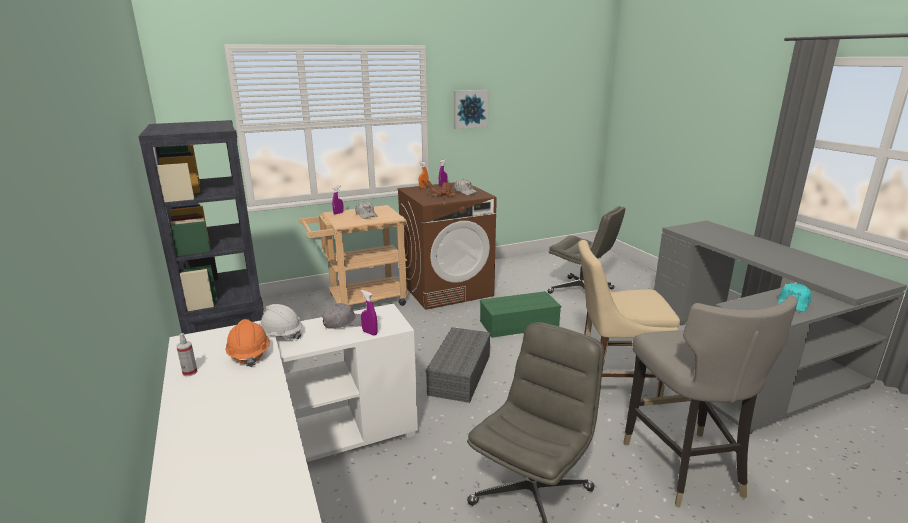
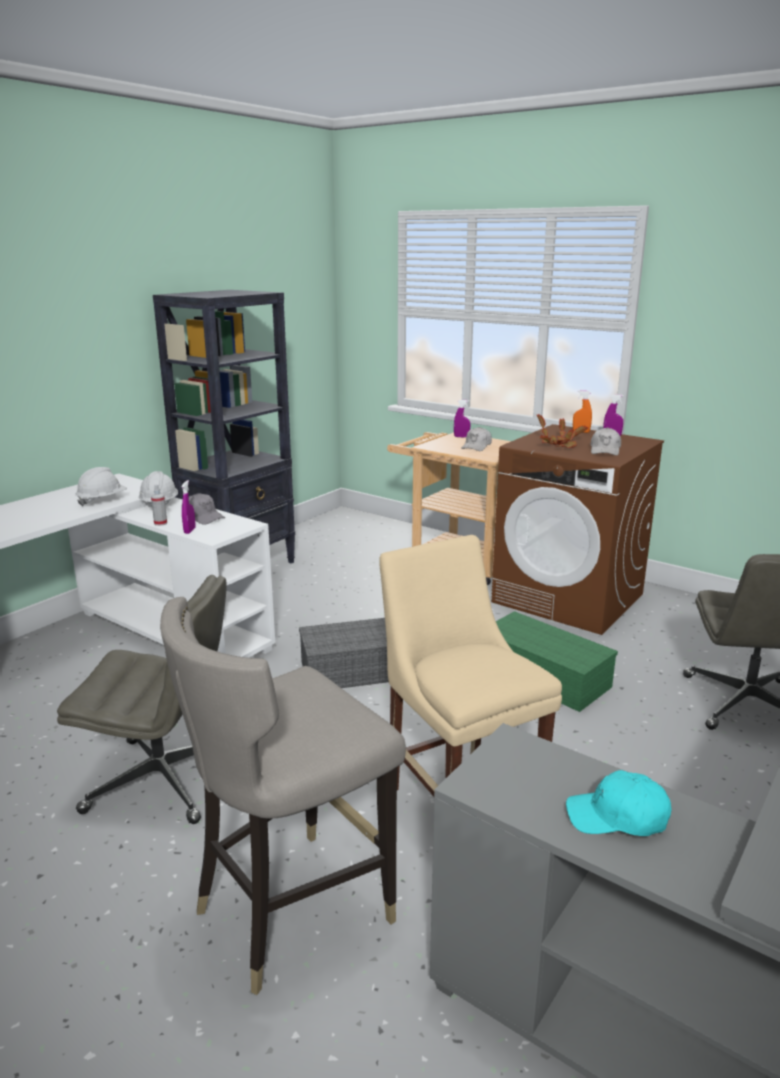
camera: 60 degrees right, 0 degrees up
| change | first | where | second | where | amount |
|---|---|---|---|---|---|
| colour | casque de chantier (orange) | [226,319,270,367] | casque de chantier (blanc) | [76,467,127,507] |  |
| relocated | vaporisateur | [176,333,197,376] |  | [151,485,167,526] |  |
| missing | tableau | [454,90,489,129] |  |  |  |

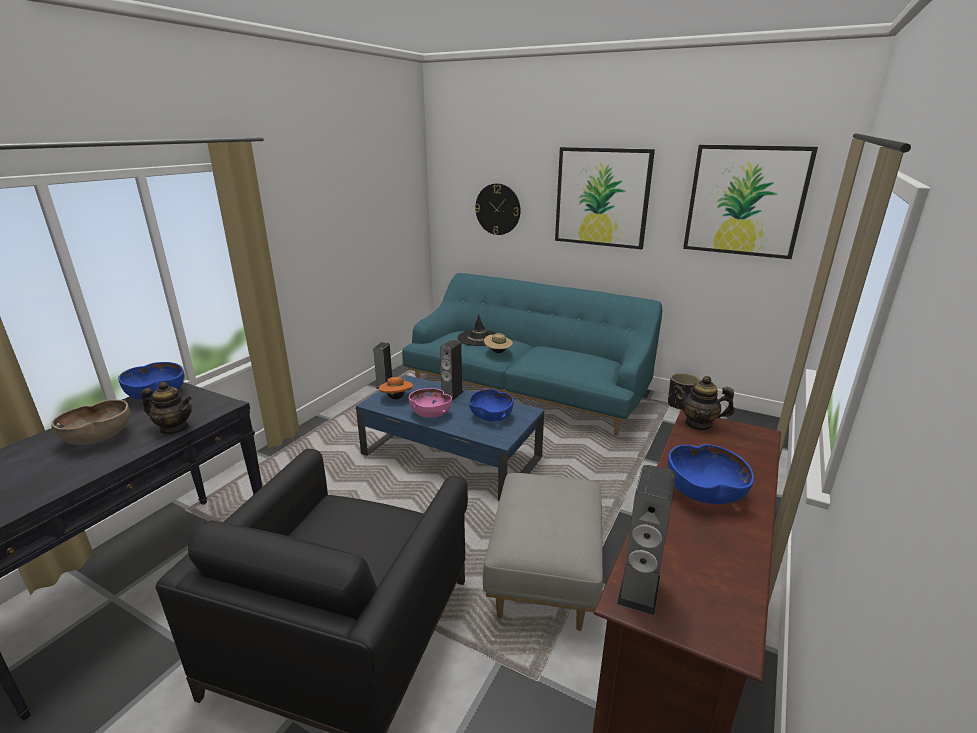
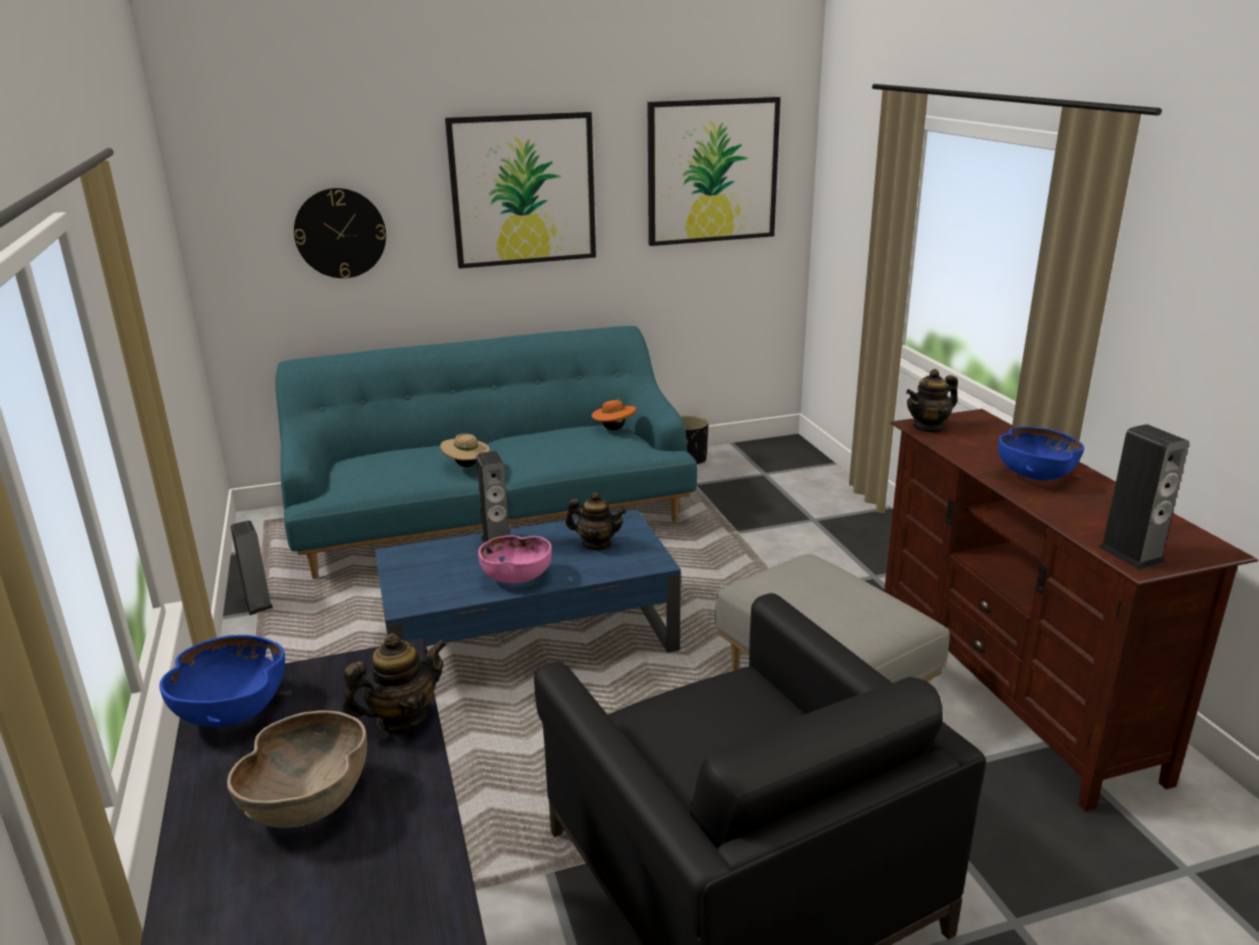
camera: 45 degrees left, 0 degrees up
| change | first | where | second | where | amount |
|---|---|---|---|---|---|
| exchanged | bol (bleu) | [469,389,513,421] | théière | [565,492,626,550] |  |
| relocated | chapeau (orange) | [379,376,413,399] |  | [592,397,636,430] |  |
| missing | chapeau (noir) | [458,314,496,346] |  |  |  |

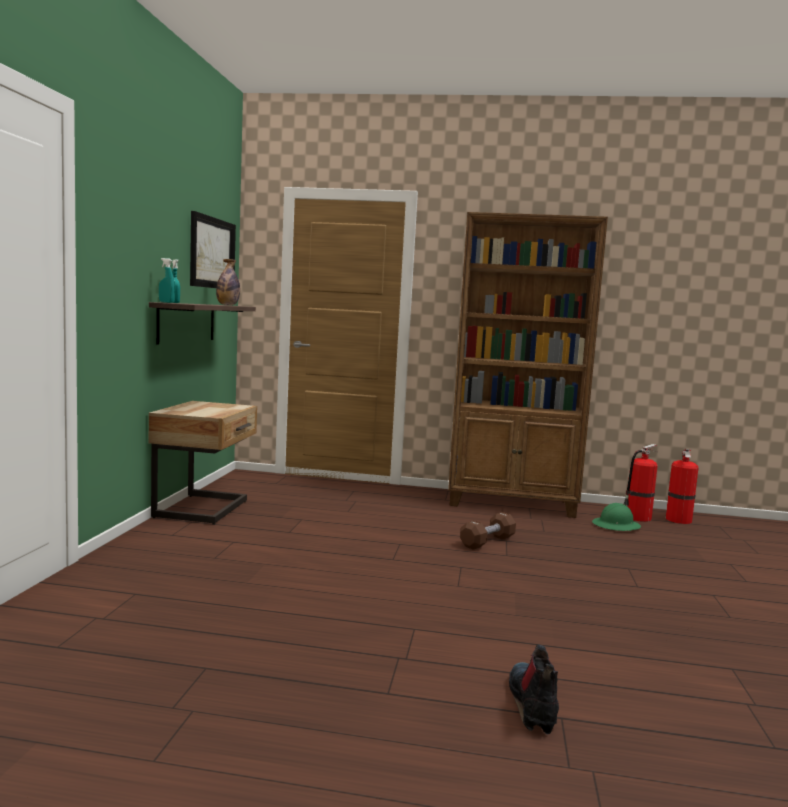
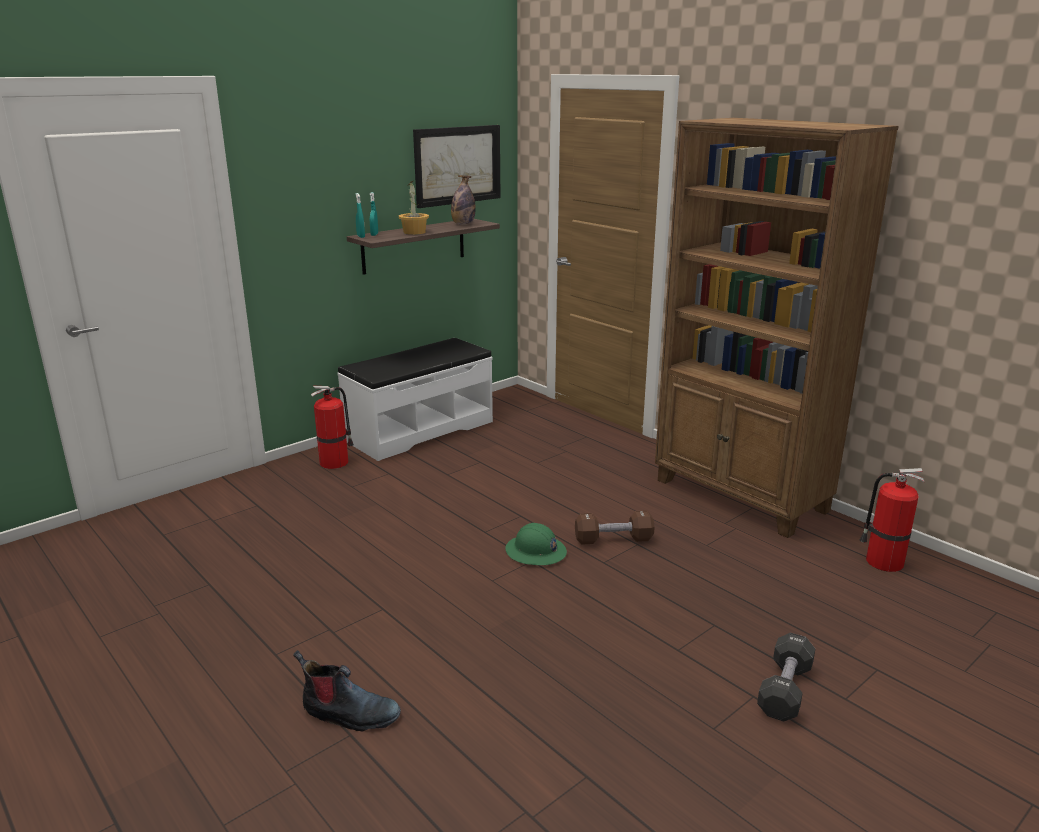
camera: 40 degrees right, 15 degrees up
| change | first | where | second | where | amount |
|---|---|---|---|---|---|
| spun | botte | [509,645,559,734] |  | [293,650,401,732] | 60 degrees clockwise |
| relocated | extincteur | [666,449,698,524] |  | [311,386,354,469] |  |
| exchanged | table de chevet (beige) | [149,401,257,525] | banc (blanc) | [337,338,493,461] |  |
| appeared |  |  | plante en pot | [398,181,429,235] |  |
| relocated | casque de chantier (vert) | [592,503,641,531] |  | [505,523,567,565] |  |
| appeared |  |  | haltère (noir) | [757,633,815,722] |  |

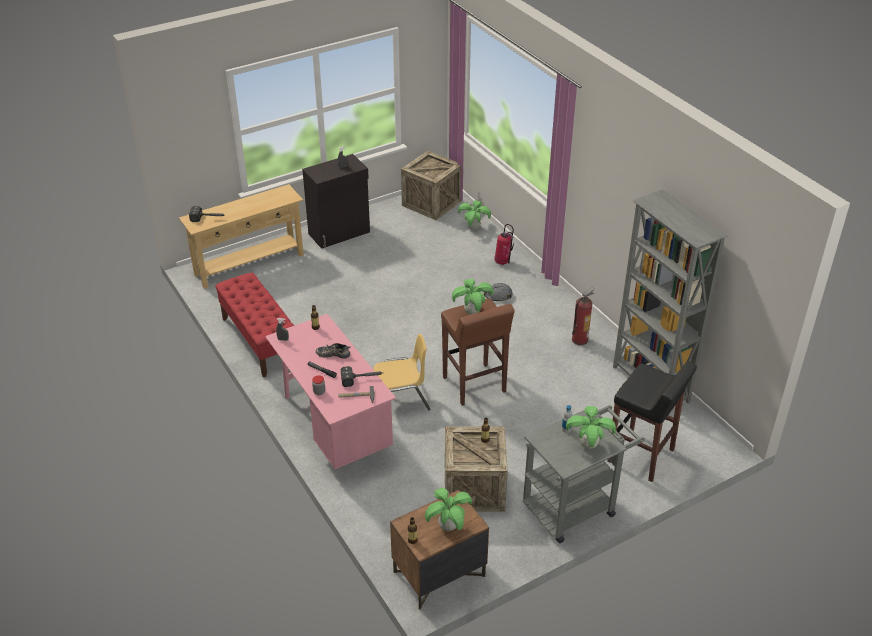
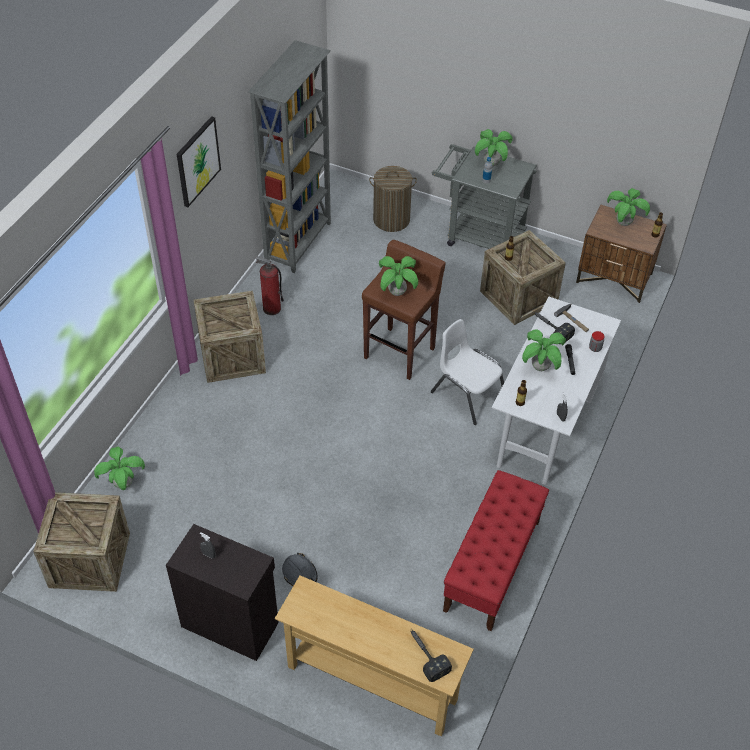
camera: 125 degrees left, 10 degrees up
| change | first | where | second | where | amount |
|---|---|---|---|---|---|
| appeared |  |  | tableau | [177,116,221,207] |  |
| appeared |  |  | caisse | [193,291,266,383] |  |
| relocated | casque de chantier (gris) | [484,283,513,302] |  | [282,553,318,586] |  |
| exchanged | tabouret (noir) | [607,361,697,482] | panier à linge | [369,166,417,232] |  |
| colour | chaise (jaune) | [373,334,430,410] | chaise (blanc) | [431,319,504,425] |  |
| colour | bureau (rose) | [265,314,396,469] | bureau (blanc) | [492,296,621,485] |  |
| exchanged | chaussure | [316,343,351,359] | plante en pot | [522,329,566,371] |  |
| missing | extincteur | [494,224,514,265] |  |  |  |

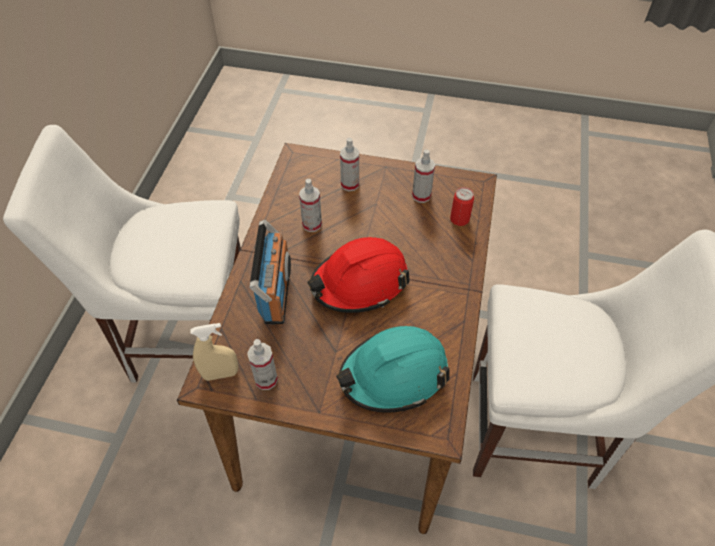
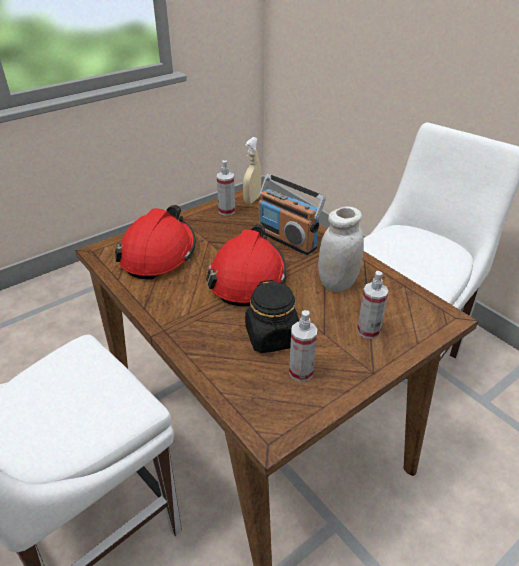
camera: 130 degrees right, 15 degrees down
| change | first | where | second | where | amount |
|---|---|---|---|---|---|
| colour | casque de chantier (turquoise) | [336,326,450,413] | casque de chantier (rouge) | [115,205,196,279] |  |
| appeared |  |  | bocal (noir) | [245,280,299,353] |  |
| exchanged | vaporisateur | [299,179,322,232] | bocal (blanc) | [318,206,364,292] |  |
| missing | boîte métallique | [450,187,474,226] |  |  |  |

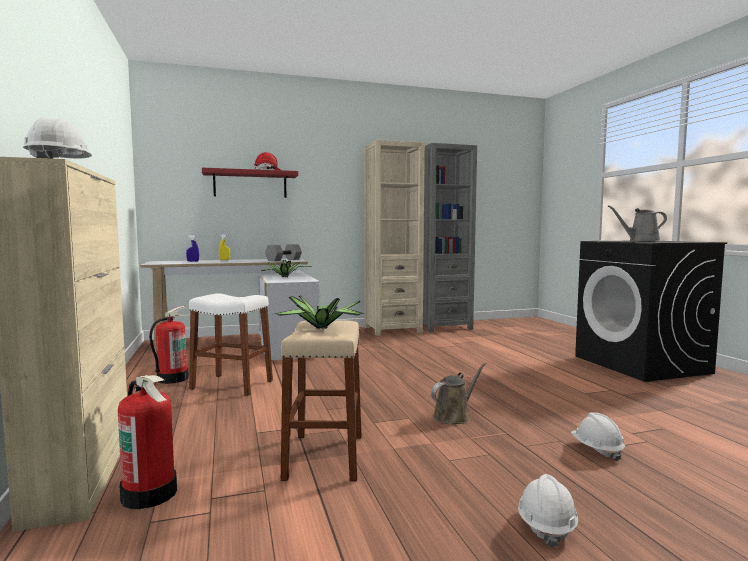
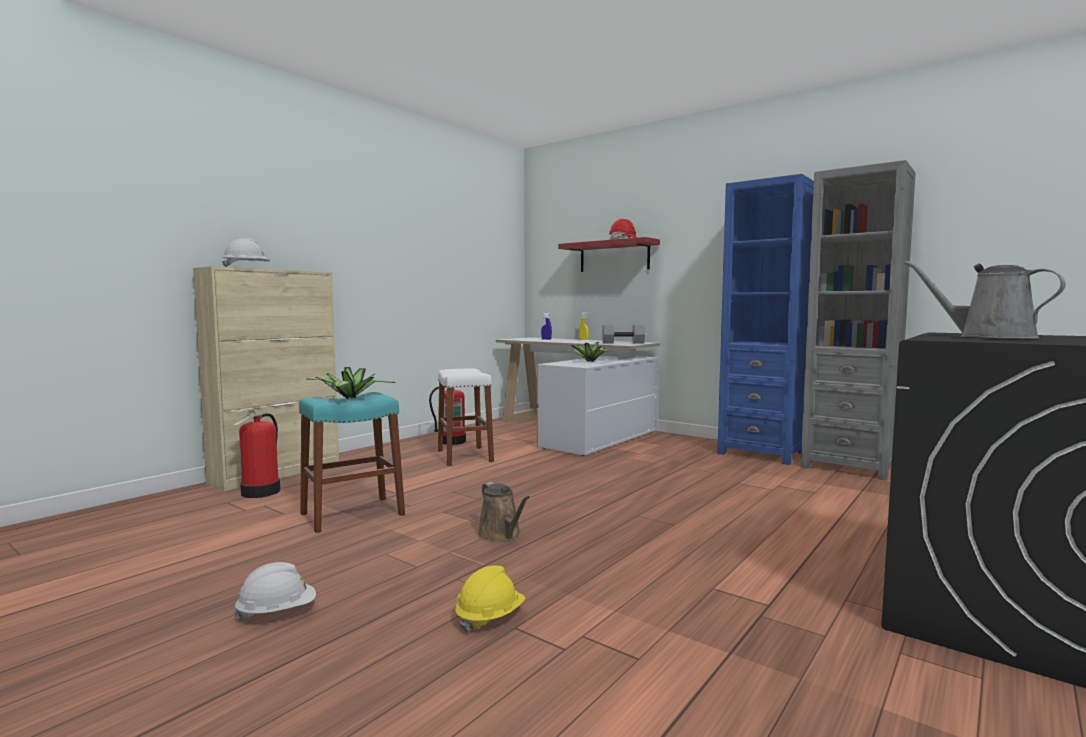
camera: 55 degrees right, 0 degrees up
| change | first | where | second | where | amount |
|---|---|---|---|---|---|
| colour | tabouret (beige) | [280,320,362,482] | tabouret (turquoise) | [299,392,405,533] |  |
| colour | casque de chantier (blanc) | [571,412,625,461] | casque de chantier (jaune) | [455,566,525,633] |  |
| spun | arrosoir (marron) | [431,362,486,424] |  | [477,482,530,542] | 45 degrees clockwise |
| colour | bibliothèque (beige) | [364,140,425,336] | bibliothèque (bleu) | [717,174,814,465] |  |

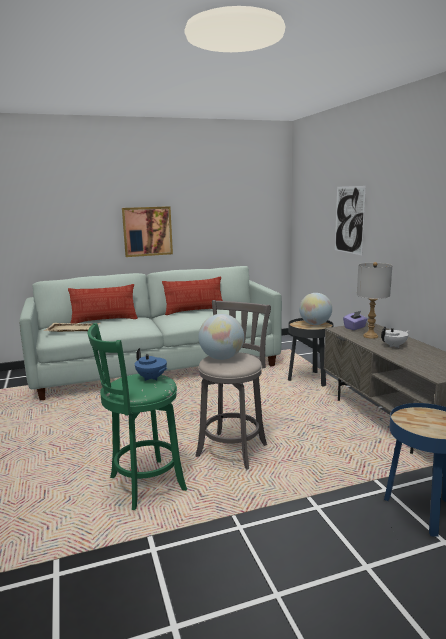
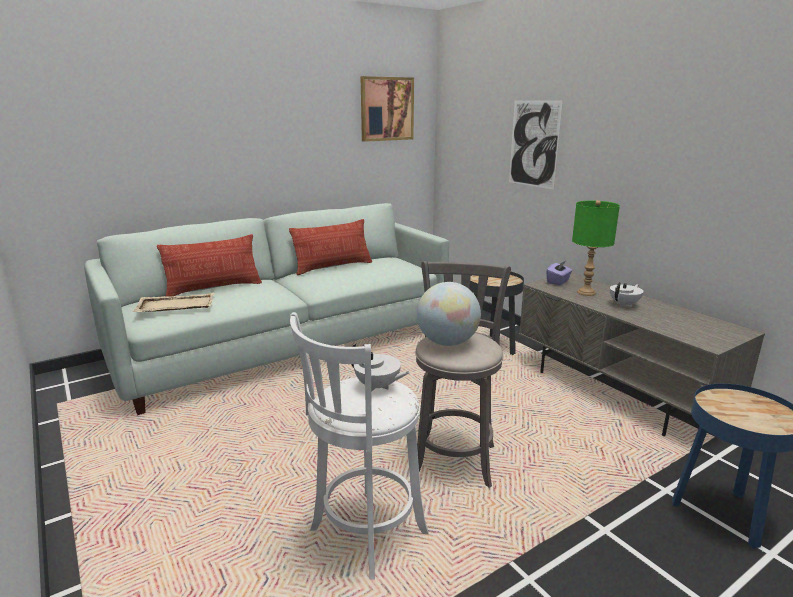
camera: 15 degrees left, 5 degrees up
| change | first | where | second | where | amount |
|---|---|---|---|---|---|
| colour | tabouret (vert) | [87,323,187,510] | tabouret (blanc) | [289,312,429,580] |  |
| colour | théière (bleu) | [135,348,167,381] | théière (blanc) | [351,344,410,392] |  |
| relocated | tableau | [122,206,173,257] |  | [360,76,414,142] |  |
| colour | lampe de table (gris) | [357,262,392,339] | lampe de table (vert) | [572,200,620,296] |  |
| missing | globe | [299,293,332,325] |  |  |  |

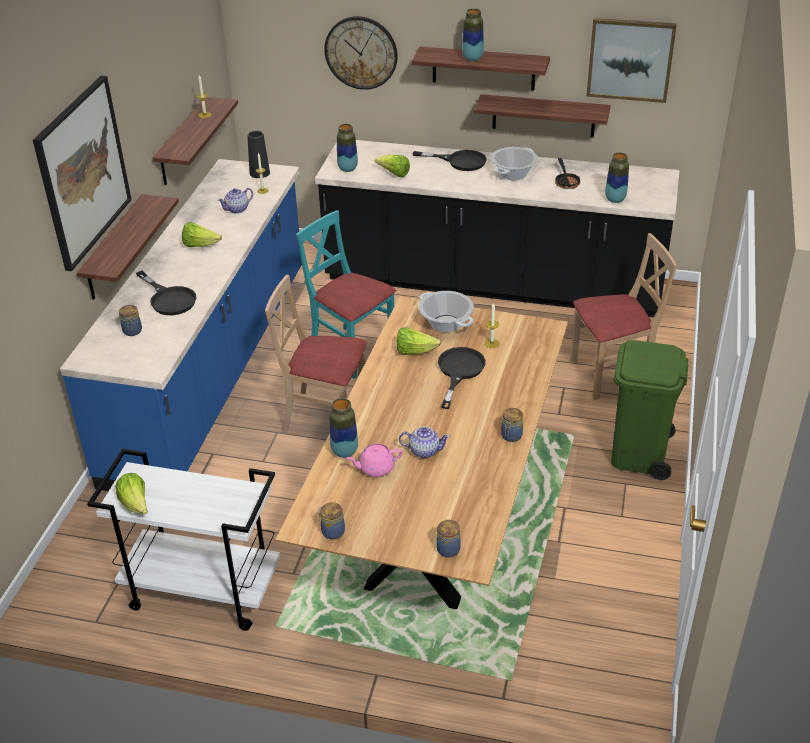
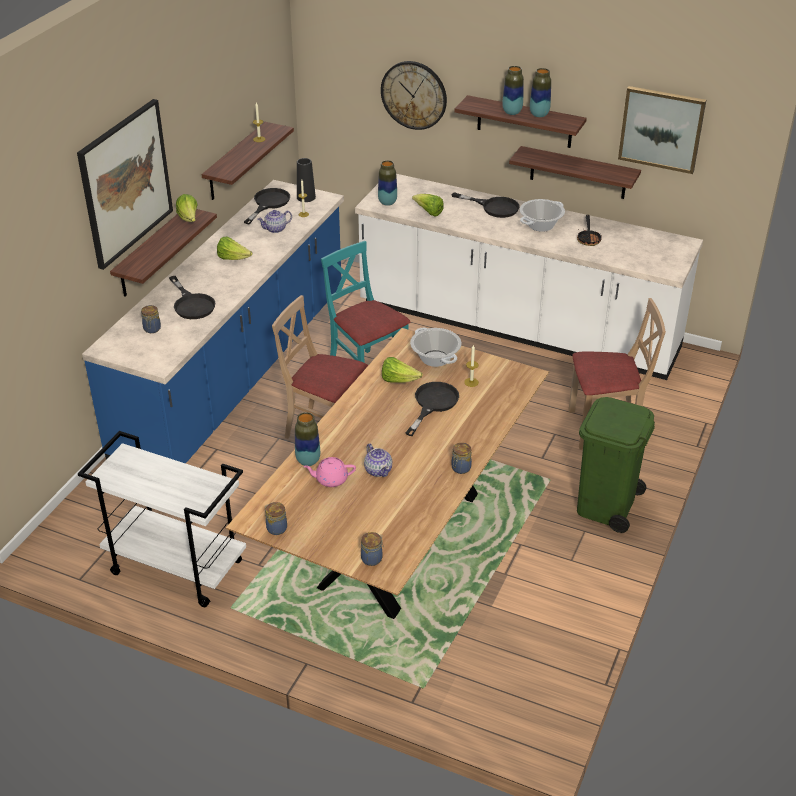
camera: 10 degrees right, 0 degrees up
| change | first | where | second | where | amount |
|---|---|---|---|---|---|
| relocated | laitue | [115,473,148,514] |  | [176,194,198,222] |  |
| appeared |  |  | poêle (noir) | [244,188,290,225] |  |
| colour | comptoir de cuisine (noir) | [315,140,680,318] | comptoir de cuisine (blanc) | [355,174,703,380] |  |
| spun | théière | [399,427,450,458] |  | [364,443,392,477] | 45 degrees clockwise |
| relocated | vase | [605,153,629,203] |  | [530,68,551,117] |  |

